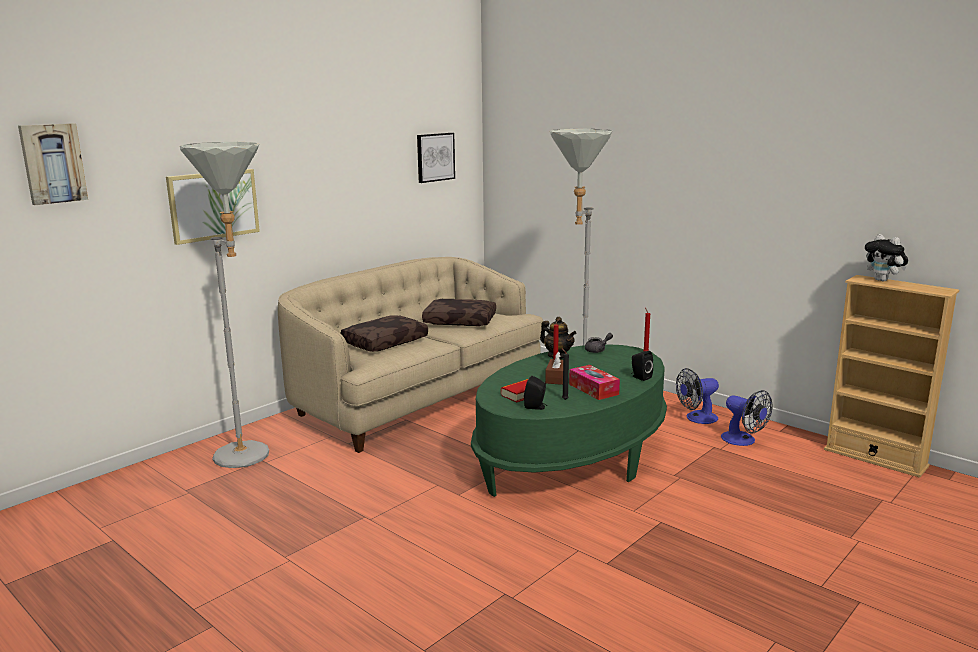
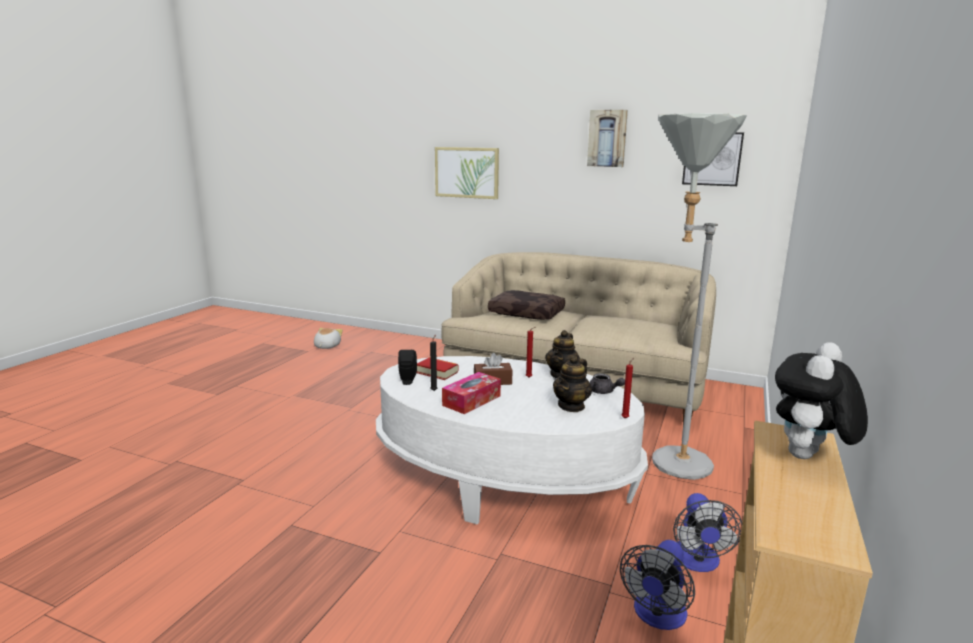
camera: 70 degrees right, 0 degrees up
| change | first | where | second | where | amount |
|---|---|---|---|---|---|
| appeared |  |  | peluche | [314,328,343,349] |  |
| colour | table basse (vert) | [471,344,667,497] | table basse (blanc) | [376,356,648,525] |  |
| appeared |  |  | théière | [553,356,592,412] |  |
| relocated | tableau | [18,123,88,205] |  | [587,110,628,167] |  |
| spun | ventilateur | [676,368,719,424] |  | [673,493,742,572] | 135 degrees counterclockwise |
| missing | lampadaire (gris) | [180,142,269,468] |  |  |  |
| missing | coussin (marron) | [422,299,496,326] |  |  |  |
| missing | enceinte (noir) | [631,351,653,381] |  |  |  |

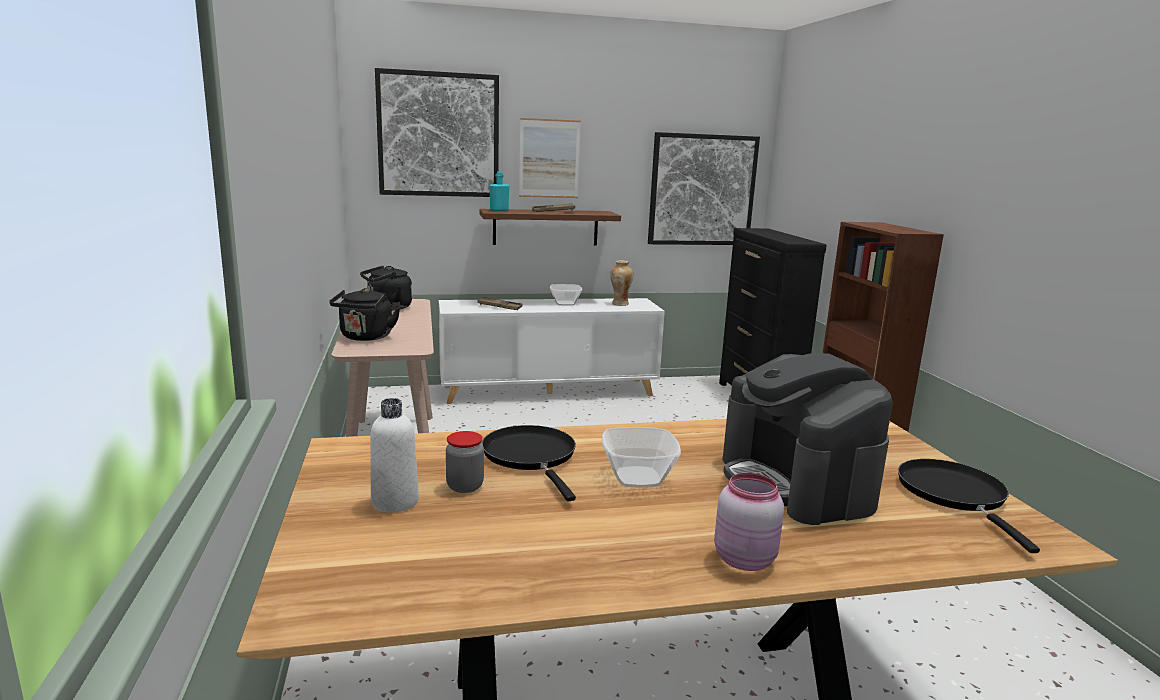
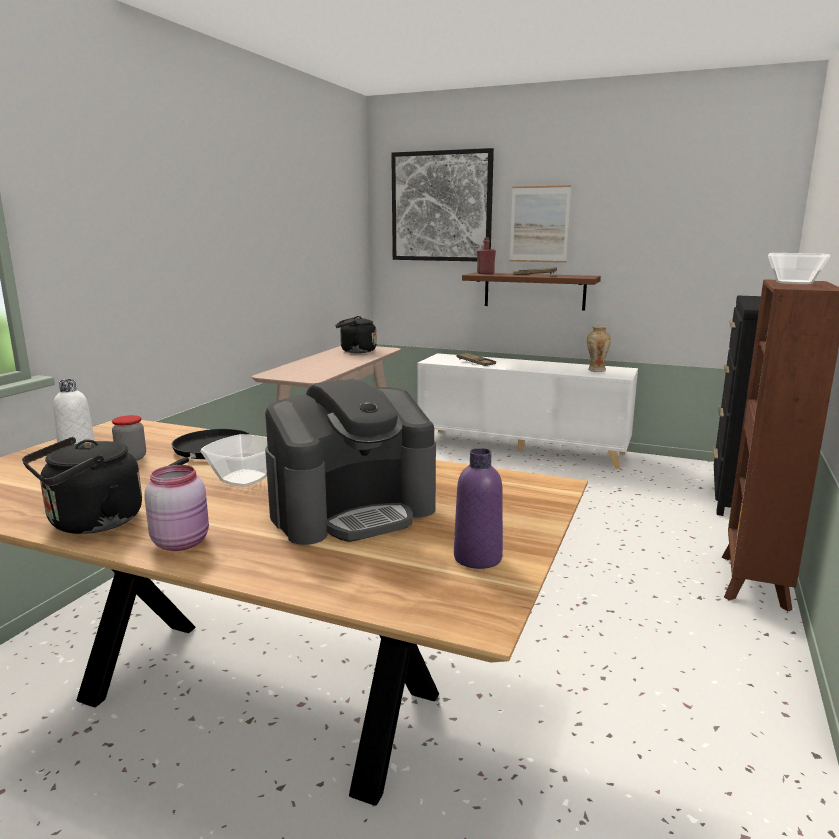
camera: 35 degrees right, 0 degrees up
| change | first | where | second | where | amount |
|---|---|---|---|---|---|
| relocated | bouilloire (noir) | [329,288,400,341] |  | [22,437,142,534] |  |
| spun | machine à café | [722,353,893,525] |  | [265,379,436,545] | 135 degrees counterclockwise |
| exchanged | poêle (noir) | [898,459,1040,553] | bouteille (violet) | [454,448,503,569] |  |
| colour | bouteille (turquoise) | [489,171,509,211] | bouteille (rouge) | [477,237,496,274] |  |
| relocated | bol | [550,284,582,306] |  | [768,253,830,284] |  |
| missing | tableau | [648,132,760,245] |  |  |  |

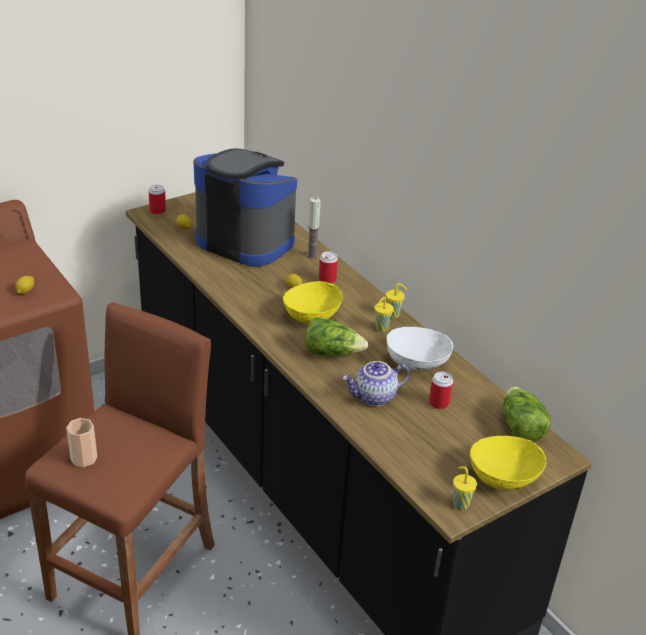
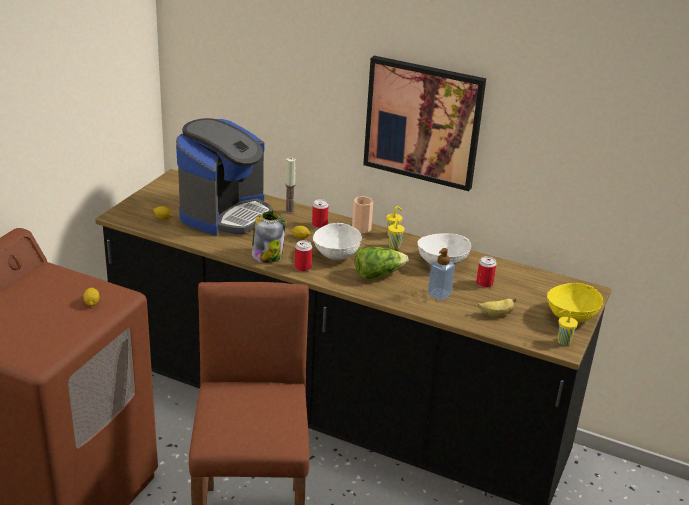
camera: 30 degrees left, 5 degrees down
| change | first | where | second | where | amount |
|---|---|---|---|---|---|
| spun | machine à café | [194,149,297,266] |  | [176,118,273,236] | 120 degrees clockwise |
| appeared |  |  | bocal | [251,211,285,263] |  |
| relocated | boîte métallique | [149,184,166,215] |  | [295,240,312,272] |  |
| colour | bol (jaune) | [283,281,343,324] | bol (blanc) | [312,223,362,260] |  |
| relocated | tasse | [66,418,97,467] |  | [352,196,373,234] |  |
| appeared |  |  | tableau | [363,56,486,191] |  |
| exchanged | théière | [342,361,410,406] | distributeur de savon | [428,248,455,301] |  |
| appeared |  |  | banane | [478,298,516,316] |  |
| missing | laitue | [503,386,551,442] |  |  |  |

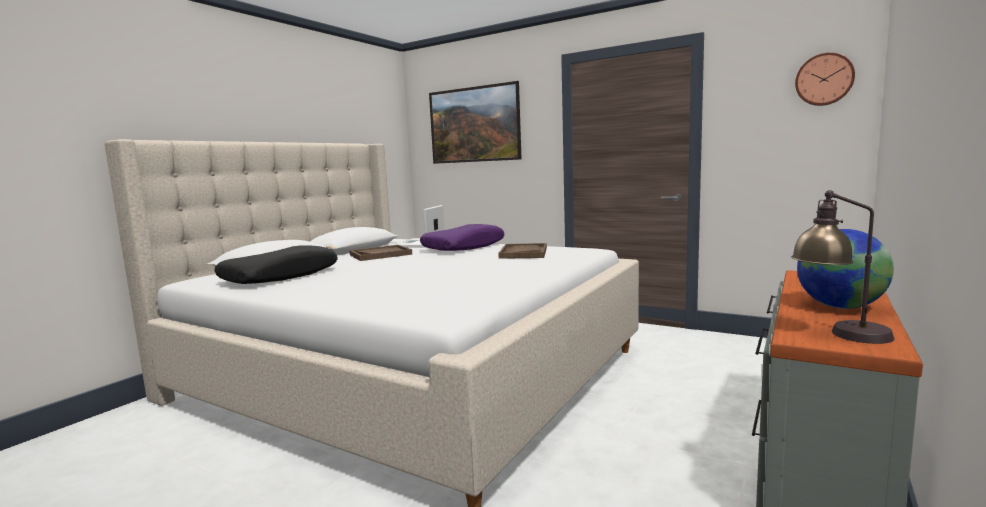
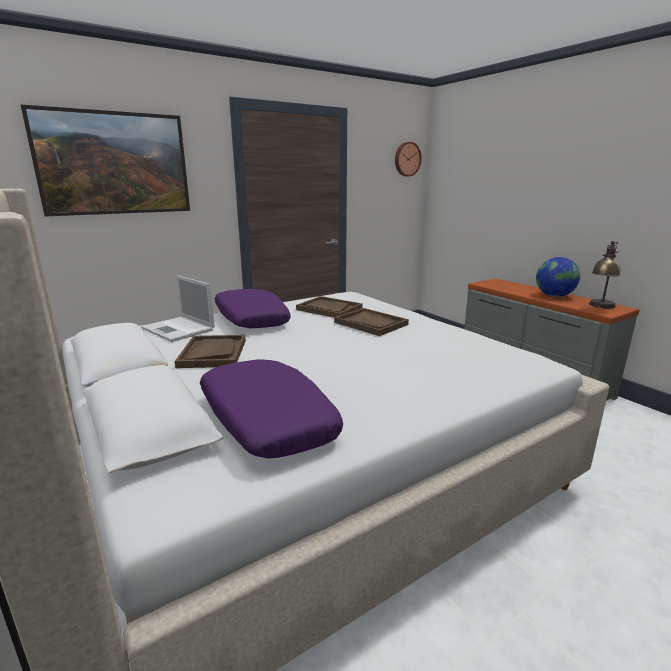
camera: 65 degrees left, 10 degrees up
| change | first | where | second | where | amount |
|---|---|---|---|---|---|
| colour | coussin (noir) | [214,245,337,284] | coussin (violet) | [200,359,343,459] |  |
| appeared |  |  | plateau (marron) | [334,308,409,336] |  |

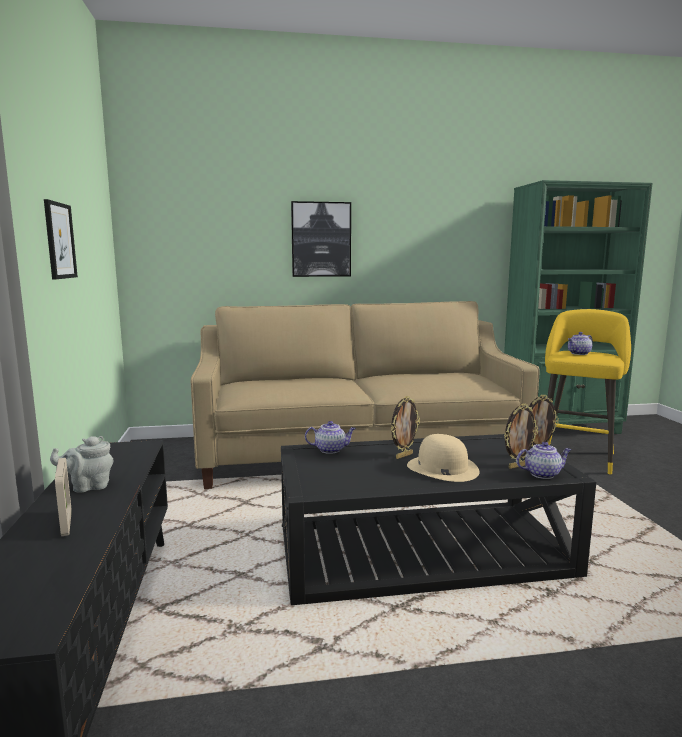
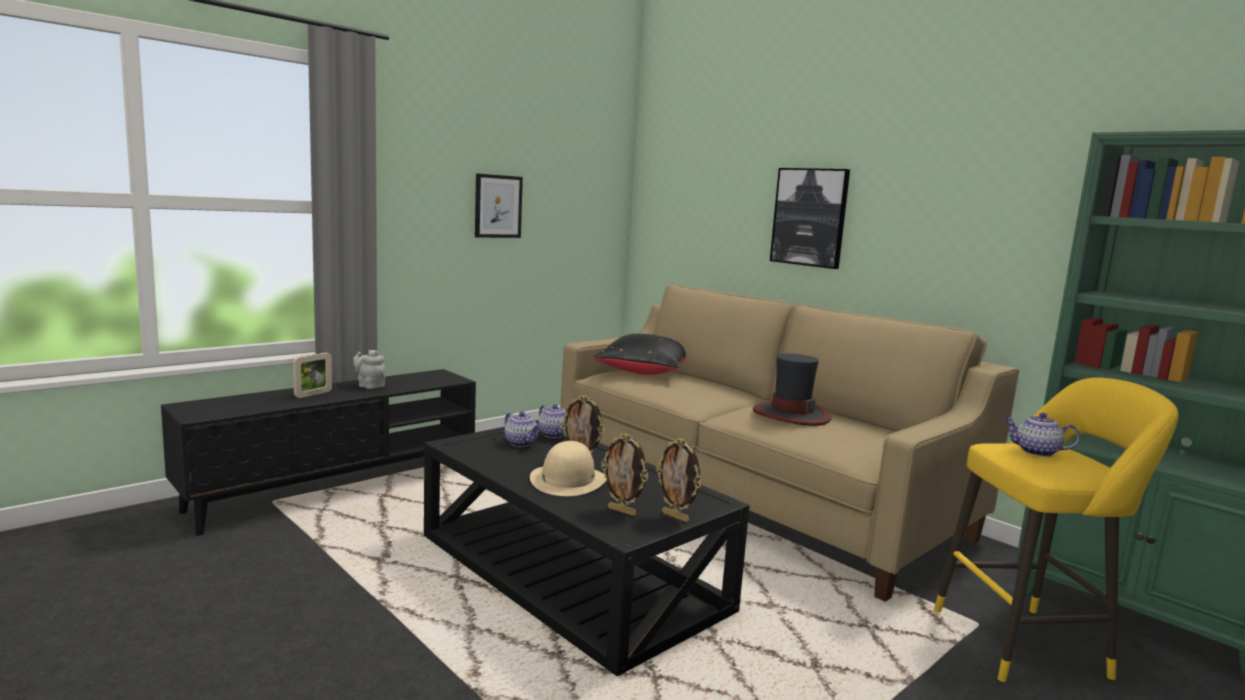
camera: 55 degrees right, 0 degrees up
| change | first | where | second | where | amount |
|---|---|---|---|---|---|
| relocated | théière | [516,442,571,479] |  | [505,412,539,447] |  |
| appeared |  |  | coussin (noir) | [593,334,686,375] |  |
| appeared |  |  | chapeau | [753,354,831,426] |  |

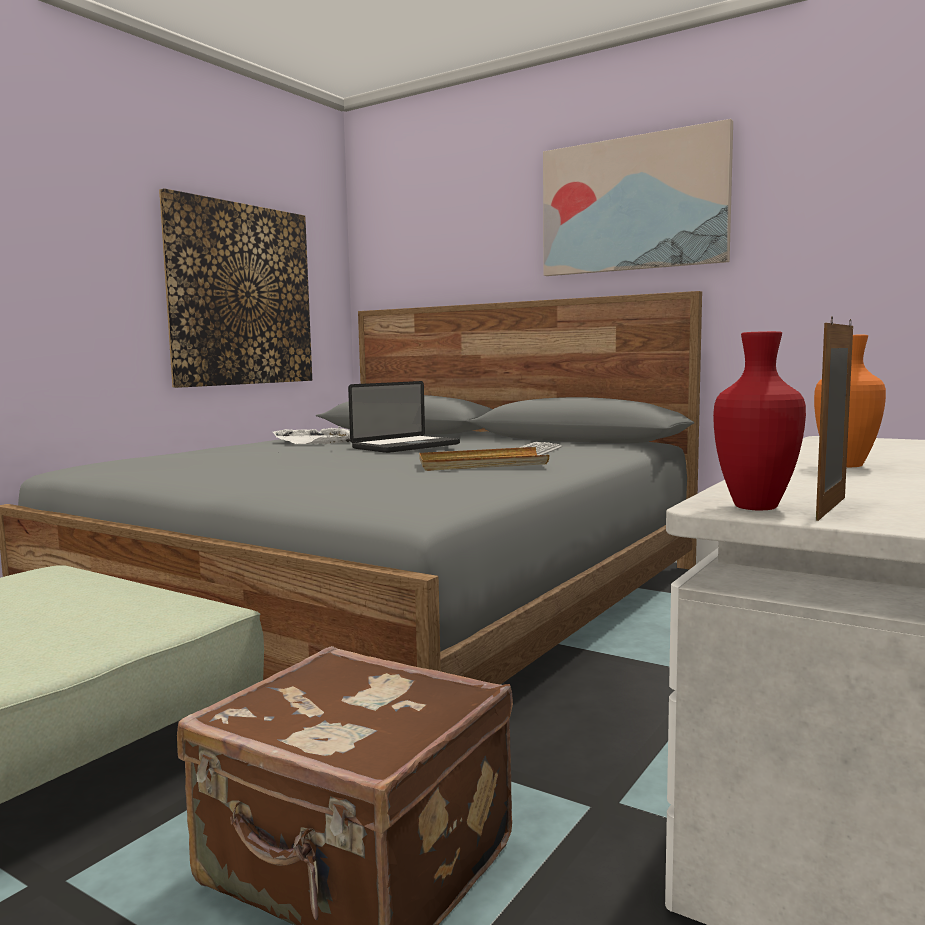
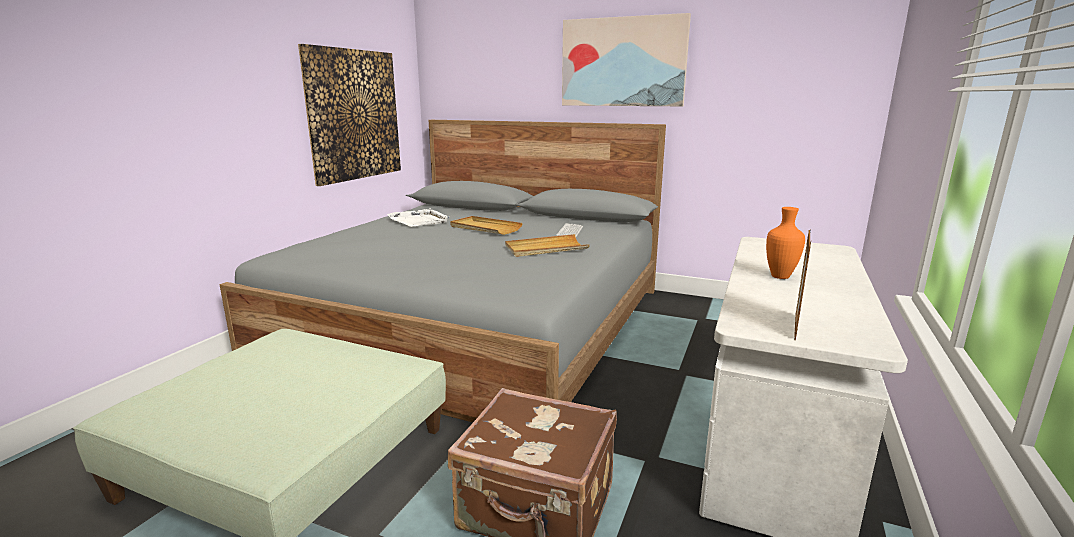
camera: 10 degrees left, 10 degrees up
| change | first | where | second | where | amount |
|---|---|---|---|---|---|
| exchanged | ordinateur portable | [348,381,460,453] | plateau (beige) | [450,216,523,235] |  |
| missing | vase (rouge) | [713,331,806,510] |  |  |  |

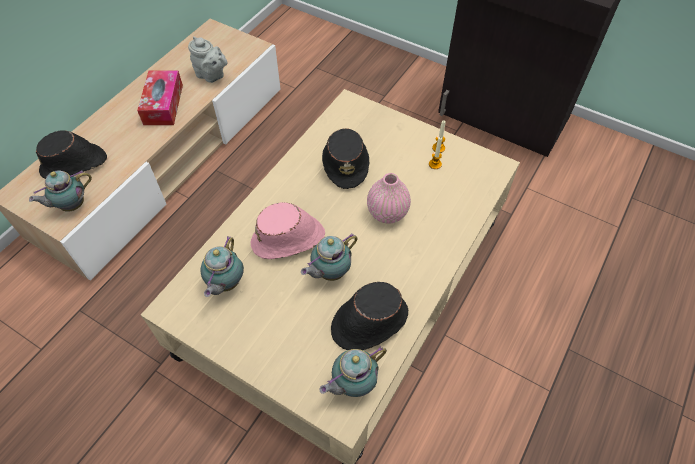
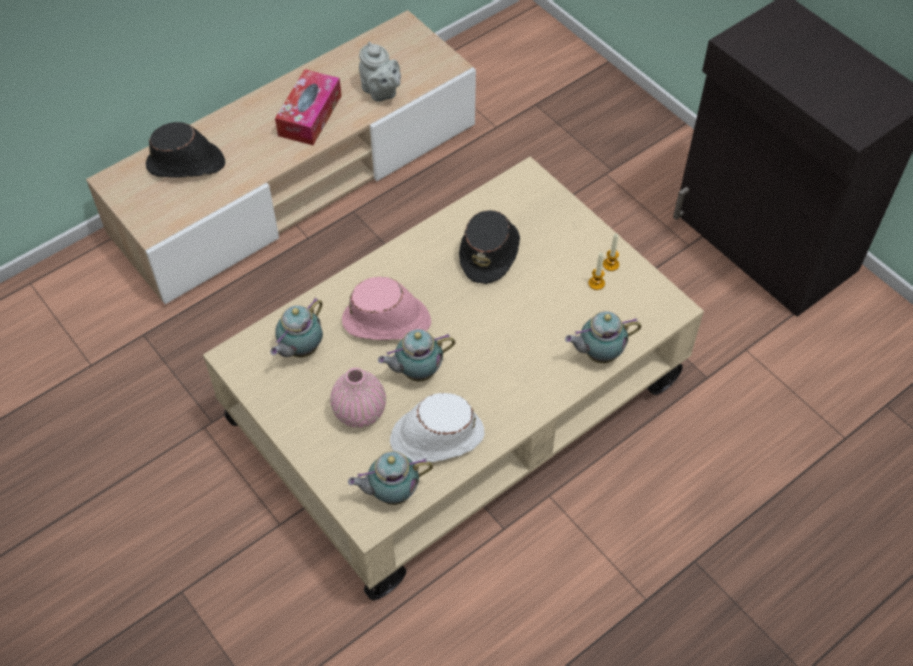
camera: 20 degrees right, 0 degrees up
| change | first | where | second | where | amount |
|---|---|---|---|---|---|
| relocated | vase (rose) | [367,173,411,223] |  | [330,368,386,428] |  |
| colour | chapeau (noir) | [331,282,408,350] | chapeau (blanc) | [390,393,484,462] |  |
| relocated | théière | [29,170,92,212] |  | [565,311,641,363] |  |

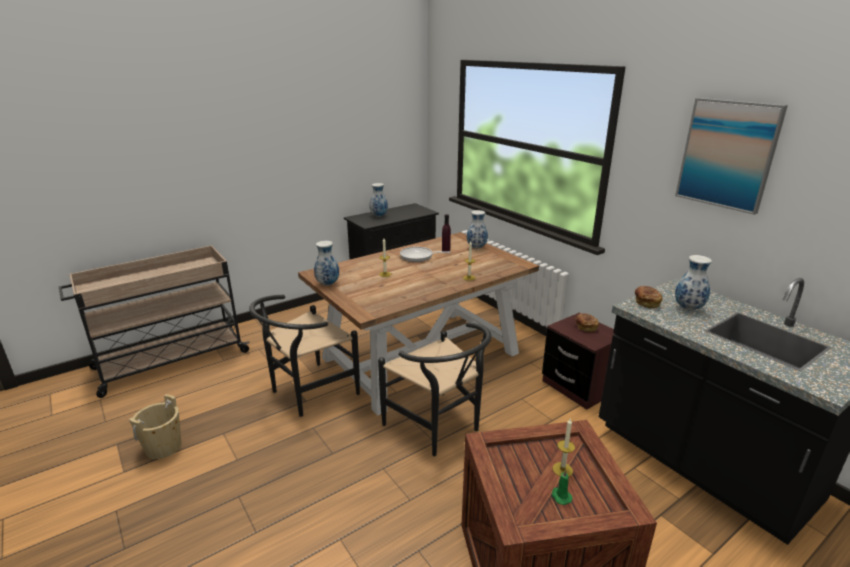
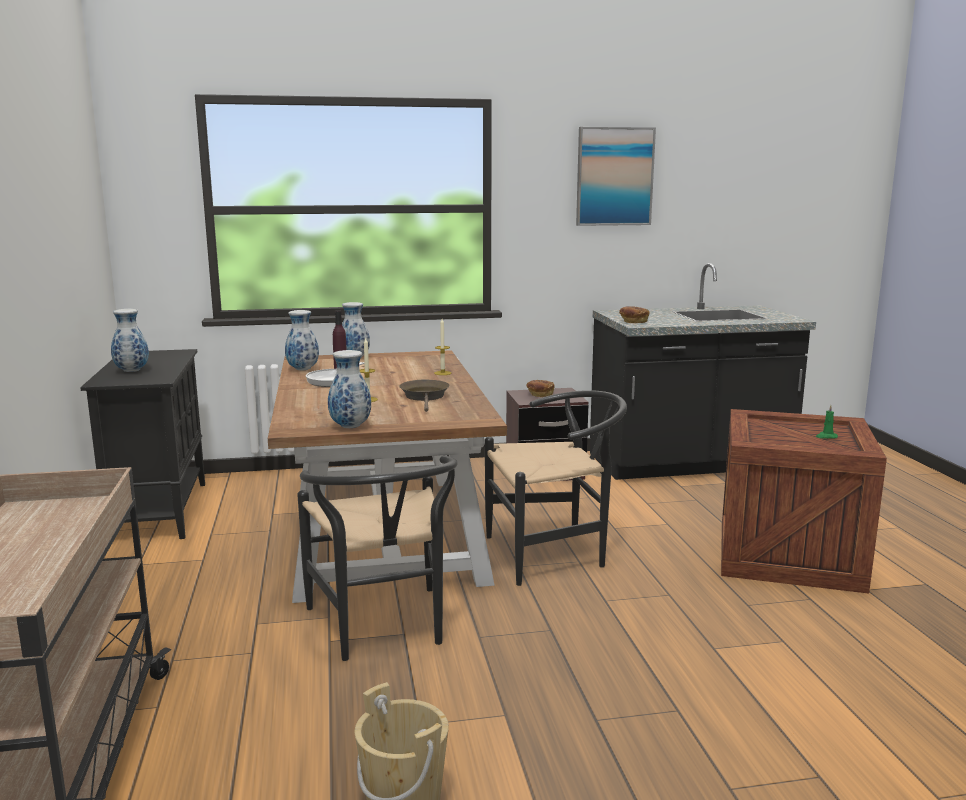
camera: 65 degrees left, 10 degrees down
| change | first | where | second | where | amount |
|---|---|---|---|---|---|
| relocated | vase | [675,255,712,311] |  | [285,310,319,370] |  |
| appeared |  |  | poêle (marron) | [399,380,450,412] |  |
| missing | bougie | [553,419,575,477] |  |  |  |

